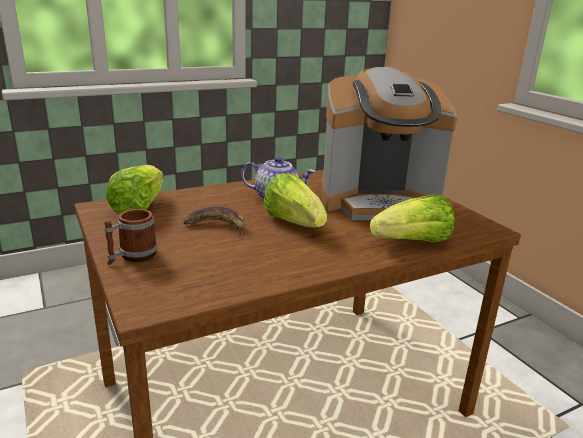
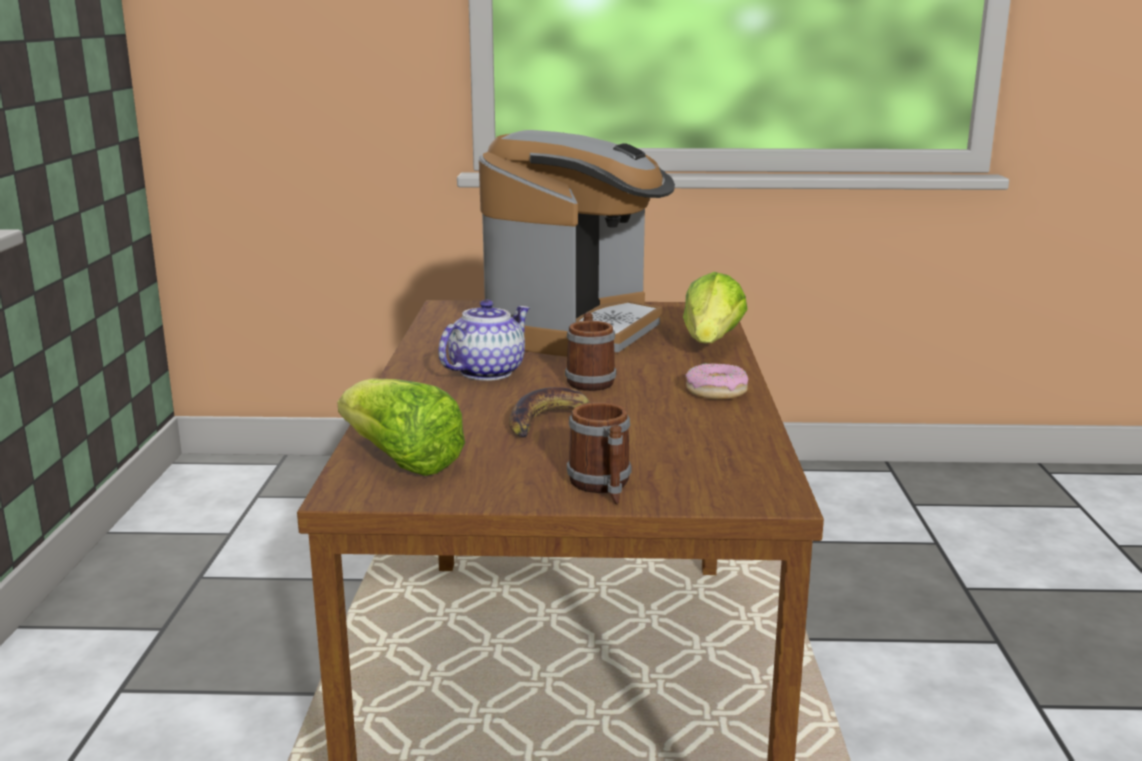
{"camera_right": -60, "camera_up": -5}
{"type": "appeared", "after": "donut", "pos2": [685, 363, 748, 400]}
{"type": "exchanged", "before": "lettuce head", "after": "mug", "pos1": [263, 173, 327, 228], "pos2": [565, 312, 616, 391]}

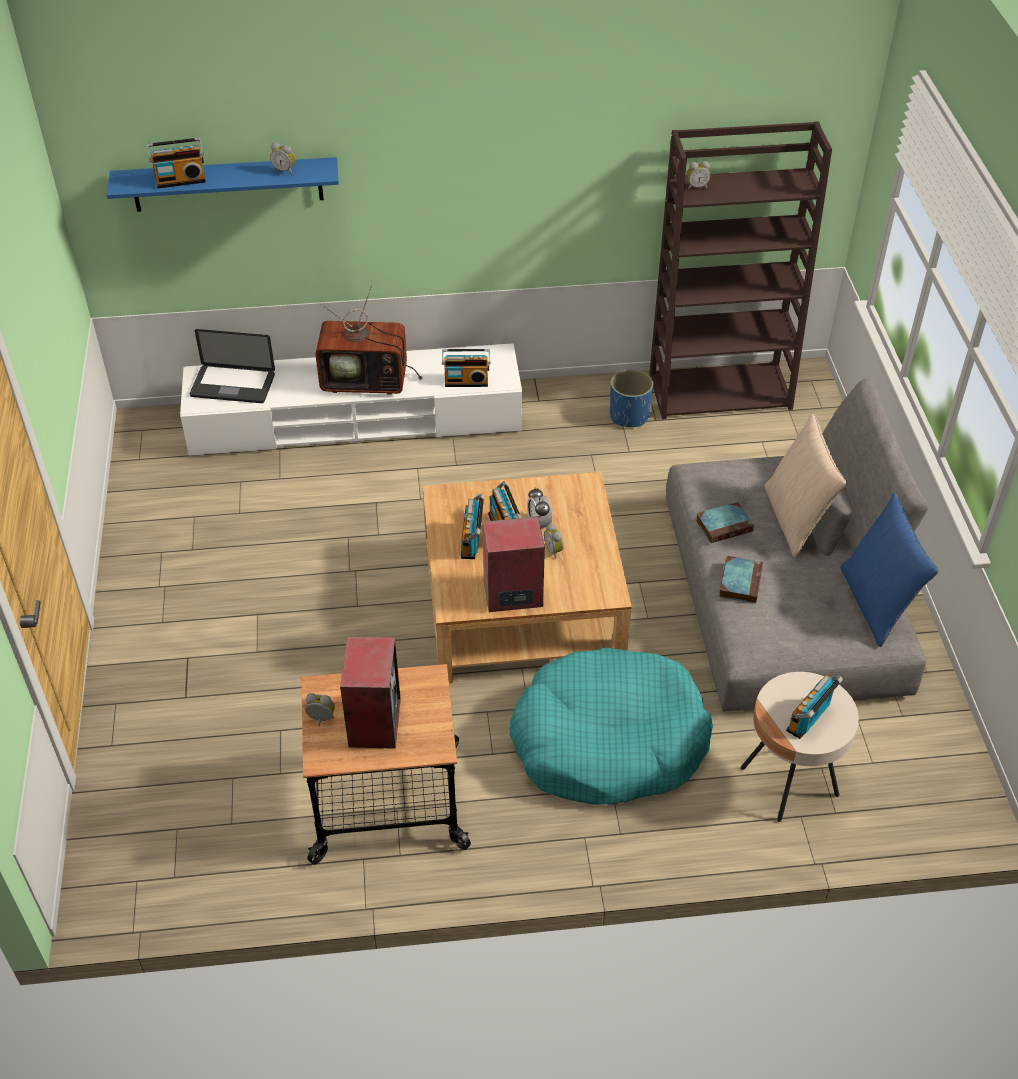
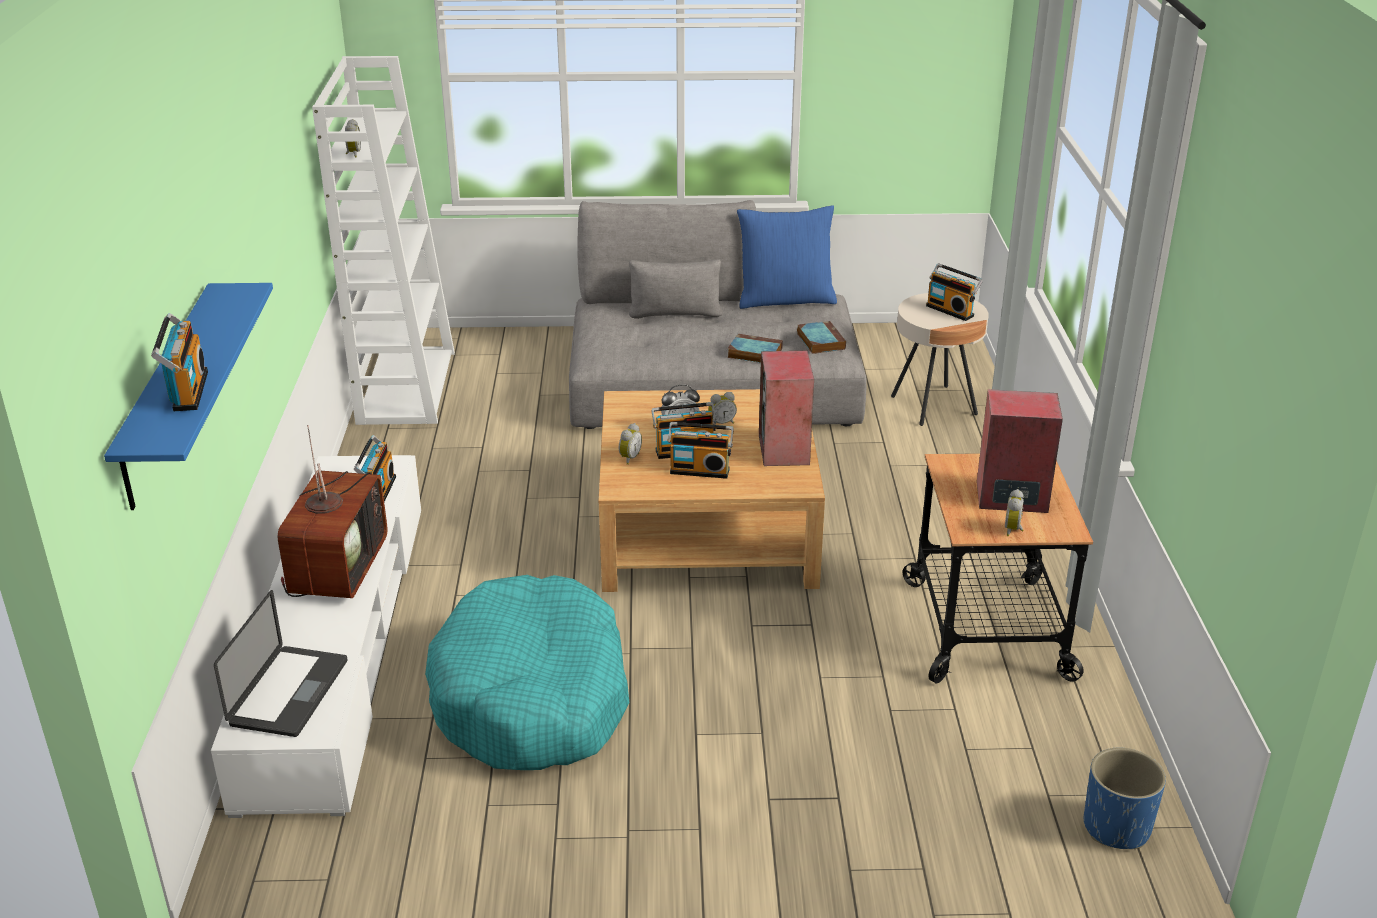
{"camera_right": -85, "camera_up": -15}
{"type": "missing", "before": "sand-coloured cushion", "pos1": [765, 413, 847, 558]}
{"type": "relocated", "before": "bedside clock", "pos1": [270, 142, 295, 174], "pos2": [619, 423, 642, 465]}
{"type": "relocated", "before": "turquoise-coloured dog cushion", "pos1": [510, 647, 713, 805], "pos2": [425, 575, 629, 770]}
{"type": "relocated", "before": "bluish planter", "pos1": [610, 369, 653, 427], "pos2": [1084, 748, 1166, 849]}
{"type": "relocated", "before": "book", "pos1": [696, 502, 754, 543], "pos2": [797, 321, 846, 354]}
{"type": "colour", "before": "brown-coloured shelving unit", "after": "white-coloured shelving unit", "pos1": [649, 121, 832, 420], "pos2": [312, 56, 455, 425]}

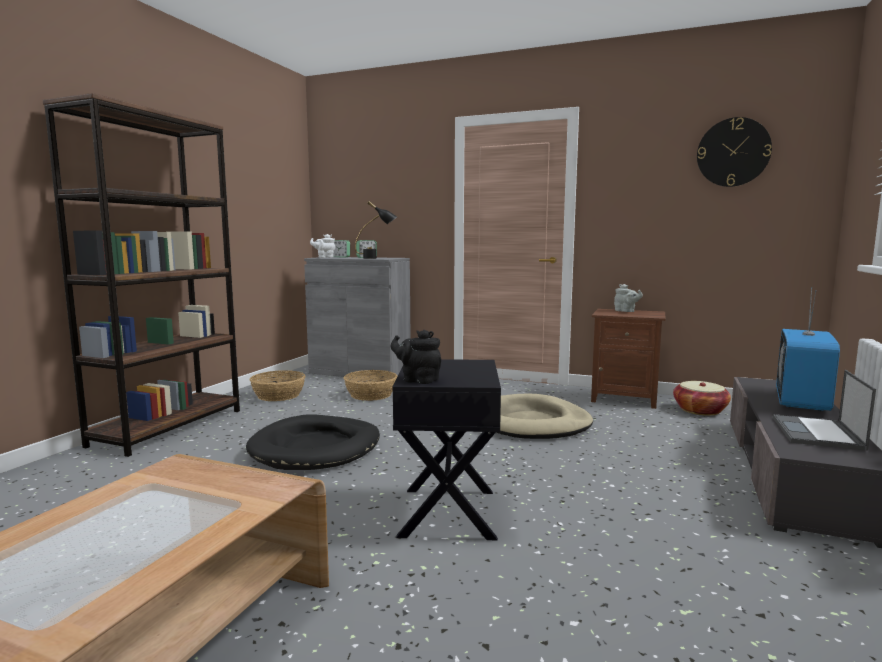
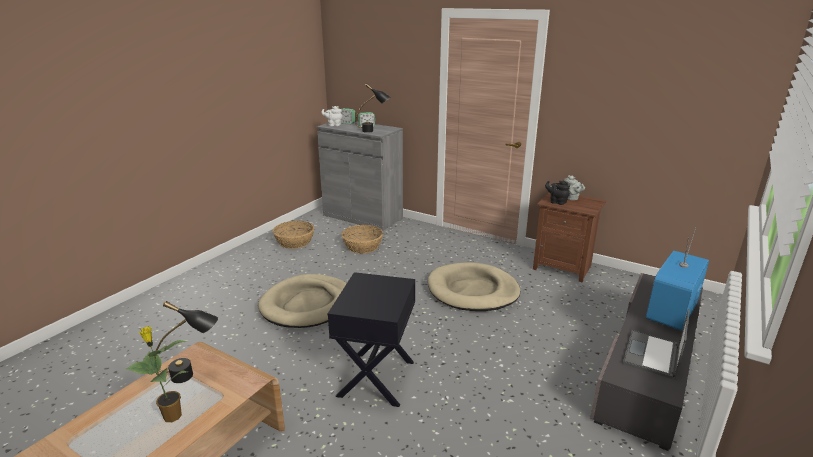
{"camera_right": 10, "camera_up": 15}
{"type": "missing", "before": "brown-coloured shelving unit", "pos1": [43, 93, 240, 457]}
{"type": "missing", "before": "household basket", "pos1": [673, 381, 731, 416]}
{"type": "missing", "before": "hanging clock", "pos1": [697, 117, 772, 187]}
{"type": "appeared", "after": "potted plant", "pos2": [126, 326, 188, 422]}
{"type": "appeared", "after": "black-coloured tabletop lamp", "pos2": [156, 301, 218, 383]}
{"type": "relocated", "before": "black-coloured teapot", "pos1": [391, 330, 441, 384], "pos2": [545, 180, 570, 205]}
{"type": "colour", "before": "black-coloured dog cushion", "after": "sand-coloured dog cushion", "pos1": [246, 414, 380, 470], "pos2": [258, 274, 347, 328]}

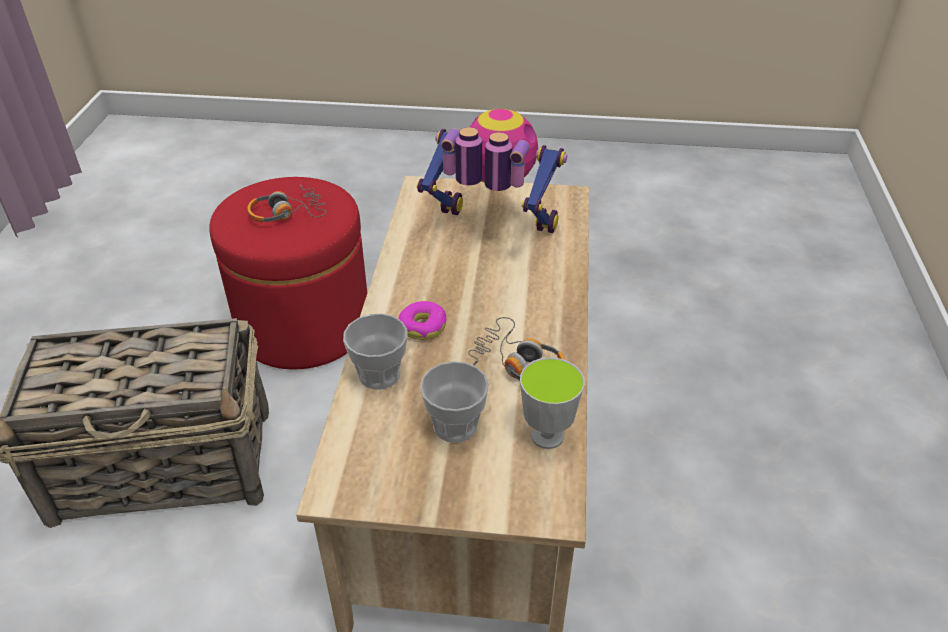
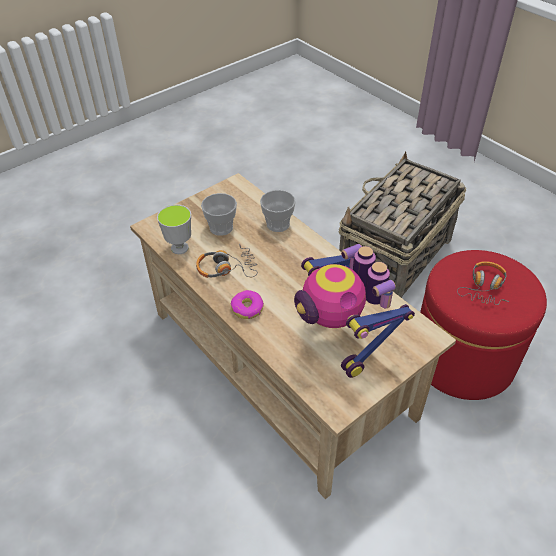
{"camera_right": 135, "camera_up": 5}
{"type": "relocated", "before": "donut", "pos1": [398, 301, 446, 340], "pos2": [231, 290, 264, 319]}
{"type": "spun", "before": "model robot", "pos1": [417, 109, 567, 233], "pos2": [294, 244, 415, 378], "turn": 90}

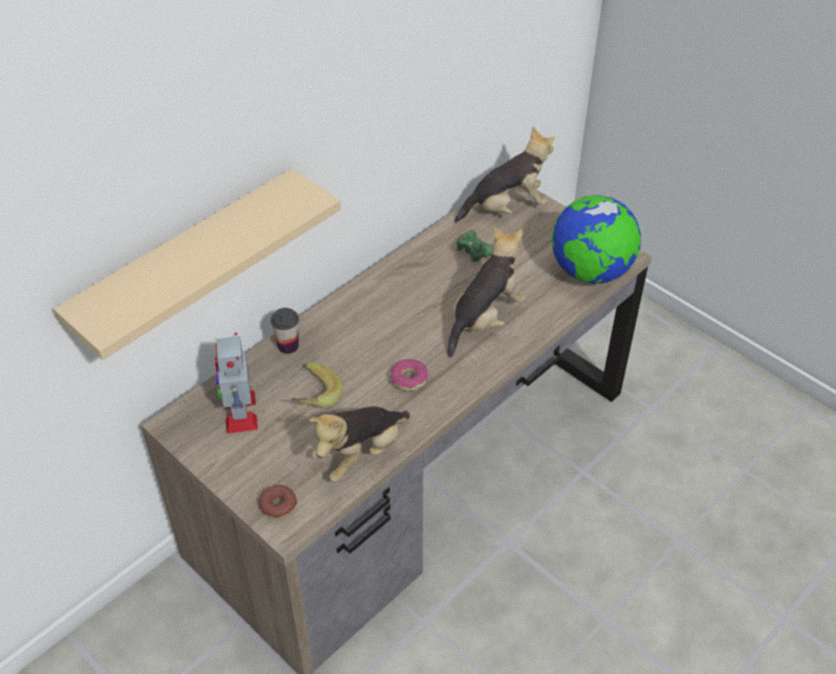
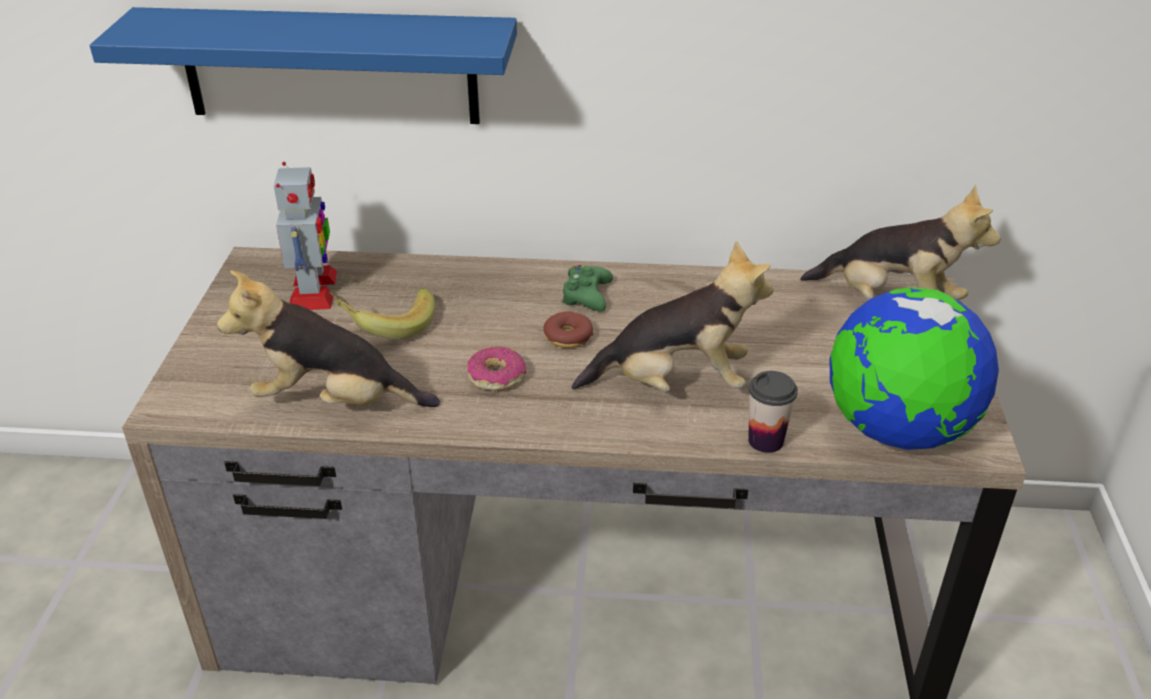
{"camera_right": 50, "camera_up": -10}
{"type": "relocated", "before": "donut", "pos1": [259, 485, 297, 518], "pos2": [543, 311, 593, 348]}
{"type": "relocated", "before": "drinking cup", "pos1": [271, 308, 299, 354], "pos2": [748, 371, 798, 453]}
{"type": "relocated", "before": "green joypad", "pos1": [457, 230, 493, 262], "pos2": [562, 265, 613, 311]}
{"type": "colour", "before": "sand-coloured bracket shelf", "after": "bluish bracket shelf", "pos1": [53, 168, 341, 360], "pos2": [90, 7, 517, 124]}
{"type": "spun", "before": "model robot", "pos1": [215, 332, 258, 434], "pos2": [274, 162, 337, 310], "turn": 135}

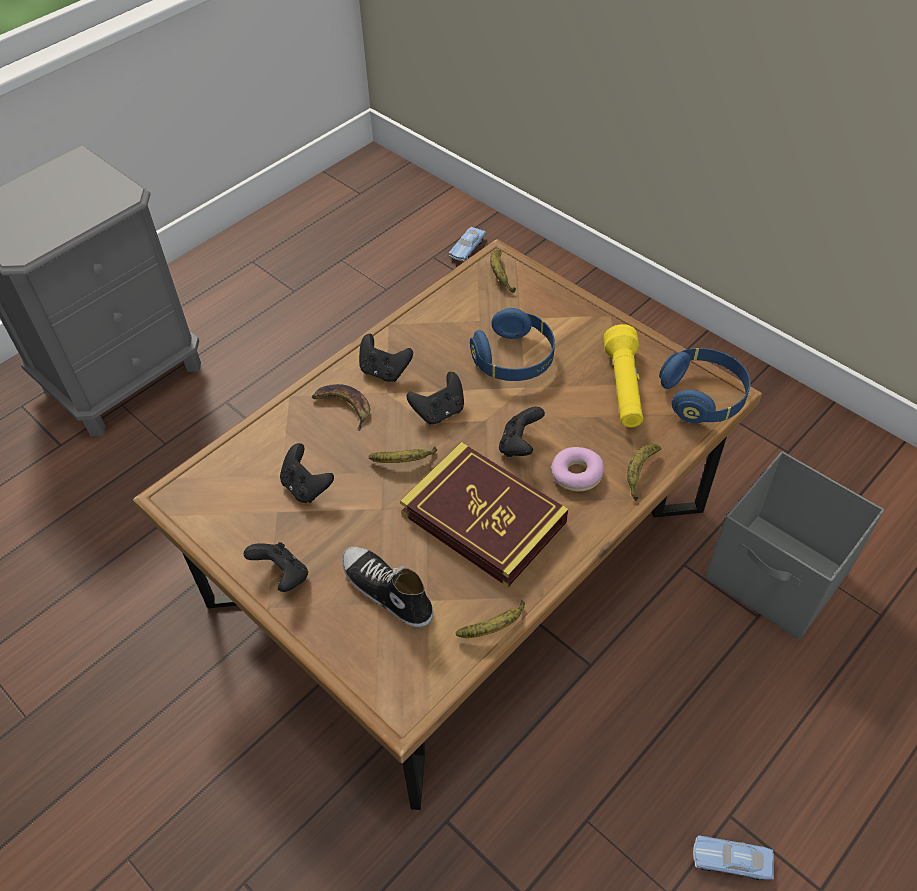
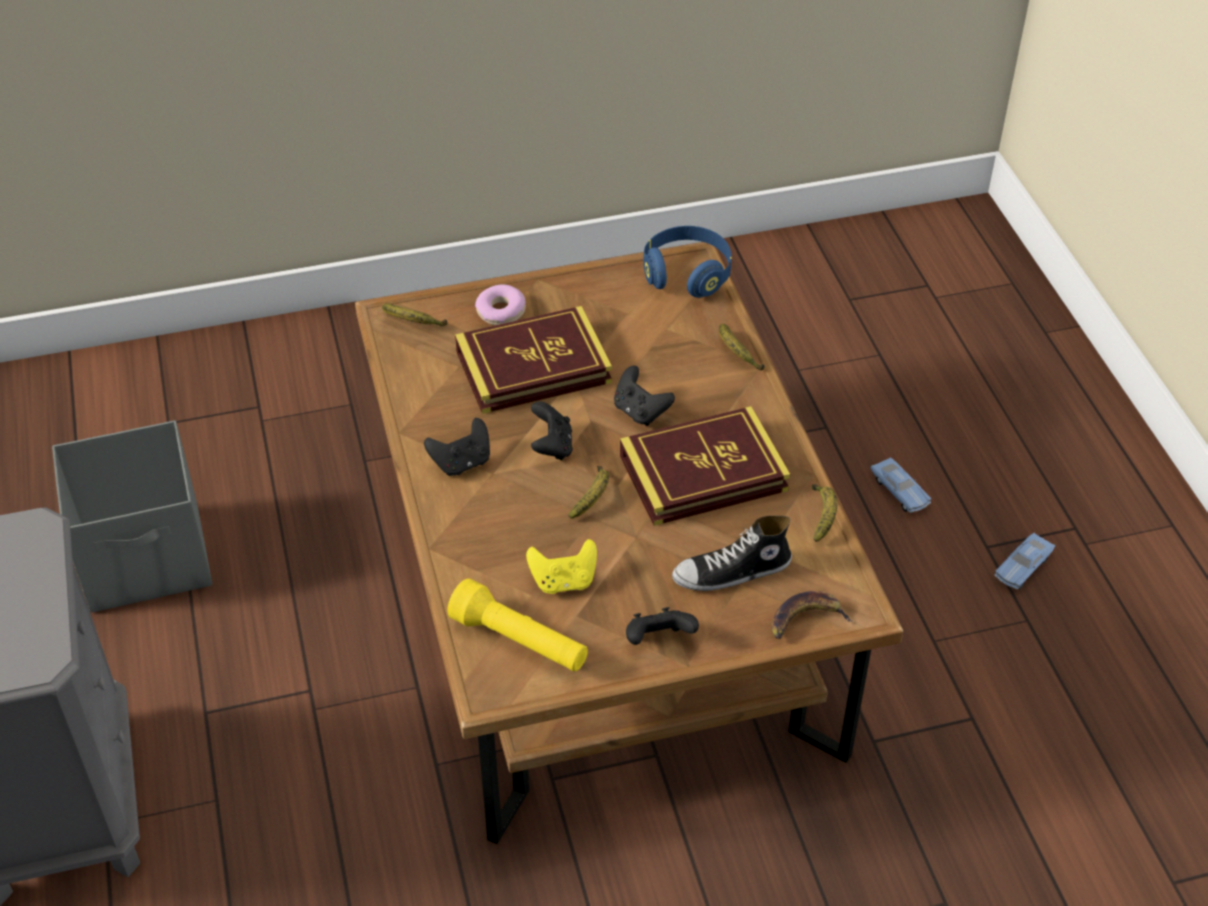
{"camera_right": -60, "camera_up": -5}
{"type": "relocated", "before": "banana fruit", "pos1": [312, 384, 370, 431], "pos2": [771, 591, 852, 639]}
{"type": "relocated", "before": "bluish miniature car", "pos1": [449, 226, 486, 261], "pos2": [870, 457, 931, 513]}
{"type": "relocated", "before": "donut", "pos1": [551, 447, 604, 491], "pos2": [475, 284, 526, 325]}
{"type": "relocated", "before": "yellow hand torch", "pos1": [604, 324, 643, 427], "pos2": [447, 578, 588, 672]}
{"type": "relocated", "before": "greyish storage bin", "pos1": [705, 451, 884, 640], "pos2": [52, 420, 212, 612]}
{"type": "exchanged", "before": "bluish headphones", "after": "book", "pos1": [470, 308, 555, 381], "pos2": [455, 306, 612, 414]}
{"type": "colour", "before": "black-coloured joypad", "after": "yellow joypad", "pos1": [280, 443, 334, 503], "pos2": [526, 539, 597, 594]}

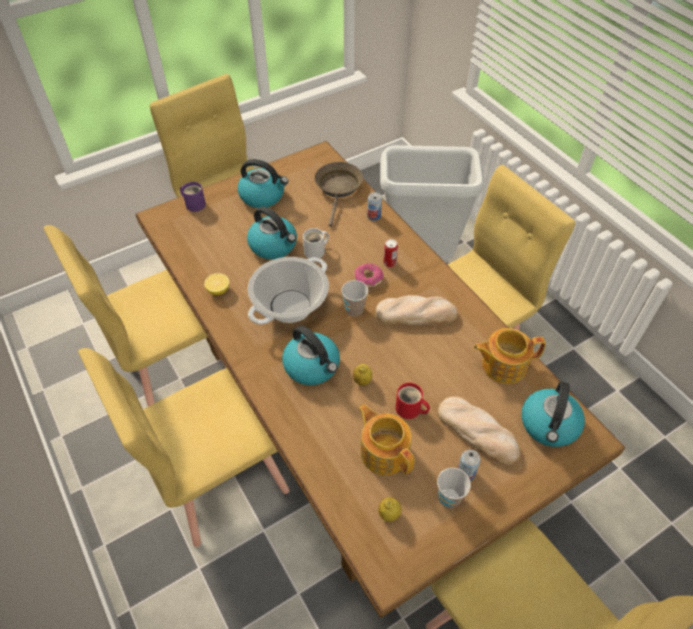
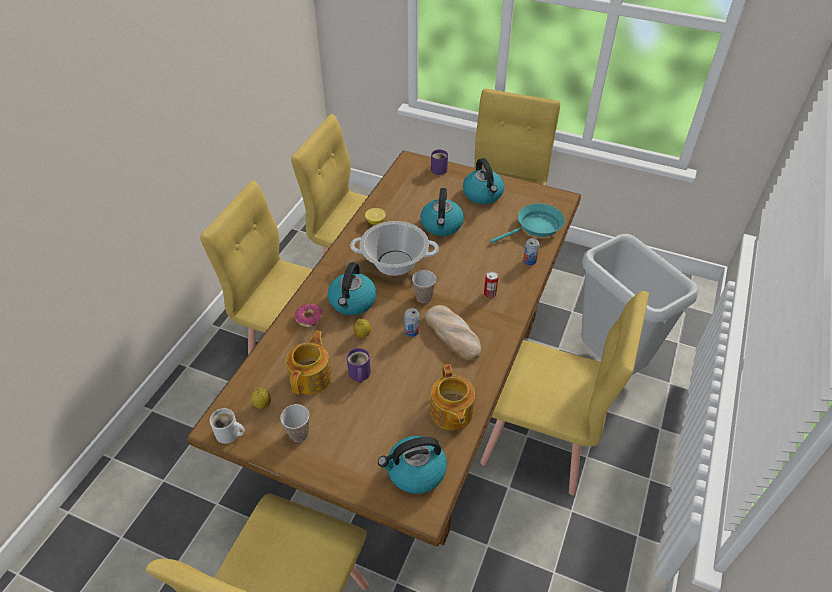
{"camera_right": 55, "camera_up": -5}
{"type": "missing", "before": "bread", "pos1": [438, 396, 520, 466]}
{"type": "relocated", "before": "white-coloured mug", "pos1": [303, 228, 329, 259], "pos2": [210, 408, 245, 444]}
{"type": "relocated", "before": "donut", "pos1": [355, 263, 384, 287], "pos2": [295, 303, 323, 327]}
{"type": "relocated", "before": "metal can", "pos1": [458, 449, 481, 481], "pos2": [404, 308, 419, 337]}
{"type": "colour", "before": "brown-coloured skillet", "after": "turquoise-coloured skillet", "pos1": [315, 162, 363, 227], "pos2": [490, 203, 565, 243]}
{"type": "colour", "before": "red mug", "after": "purple-coloured mug", "pos1": [395, 383, 430, 419], "pos2": [347, 348, 371, 383]}
{"type": "spun", "before": "teapot", "pos1": [473, 328, 546, 384], "pos2": [430, 364, 475, 430], "turn": -150}

